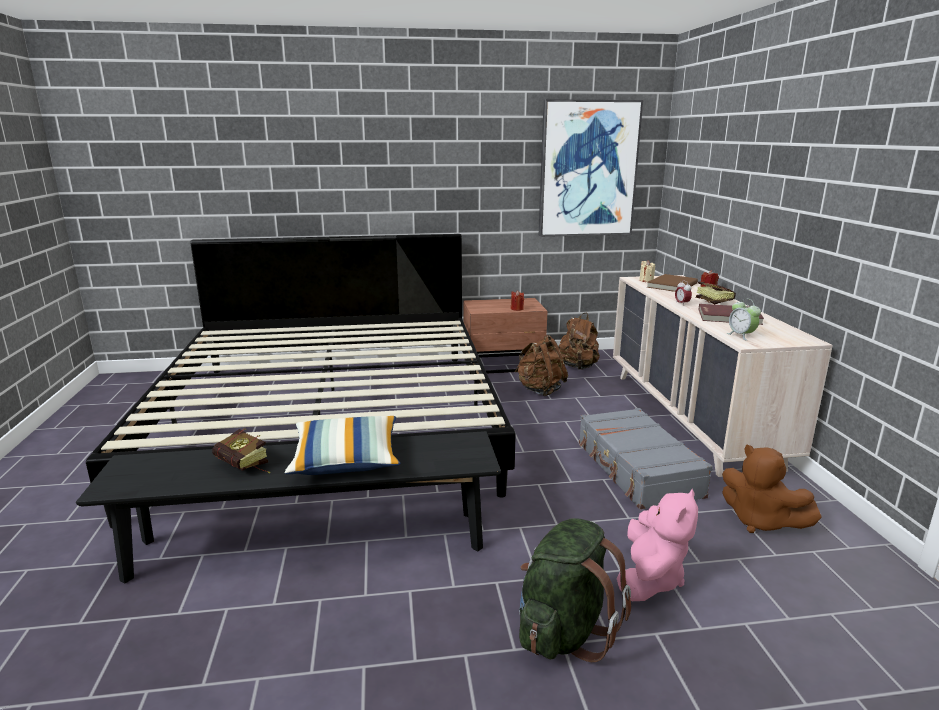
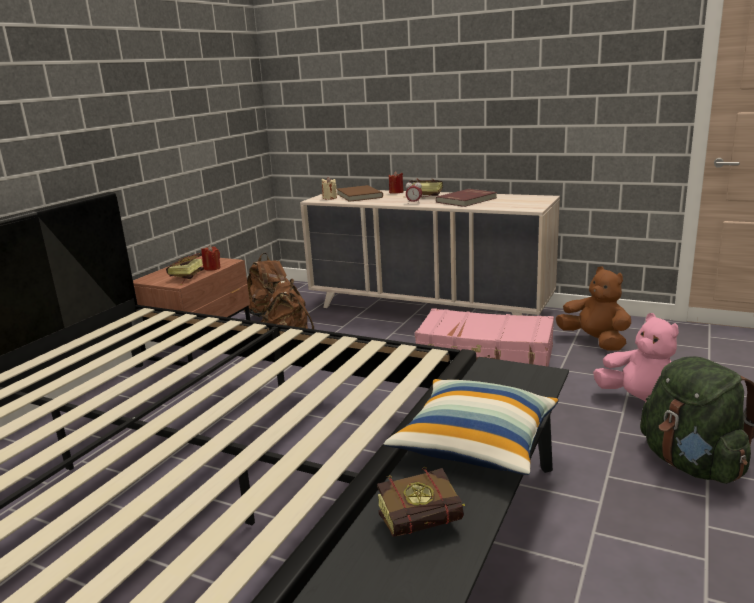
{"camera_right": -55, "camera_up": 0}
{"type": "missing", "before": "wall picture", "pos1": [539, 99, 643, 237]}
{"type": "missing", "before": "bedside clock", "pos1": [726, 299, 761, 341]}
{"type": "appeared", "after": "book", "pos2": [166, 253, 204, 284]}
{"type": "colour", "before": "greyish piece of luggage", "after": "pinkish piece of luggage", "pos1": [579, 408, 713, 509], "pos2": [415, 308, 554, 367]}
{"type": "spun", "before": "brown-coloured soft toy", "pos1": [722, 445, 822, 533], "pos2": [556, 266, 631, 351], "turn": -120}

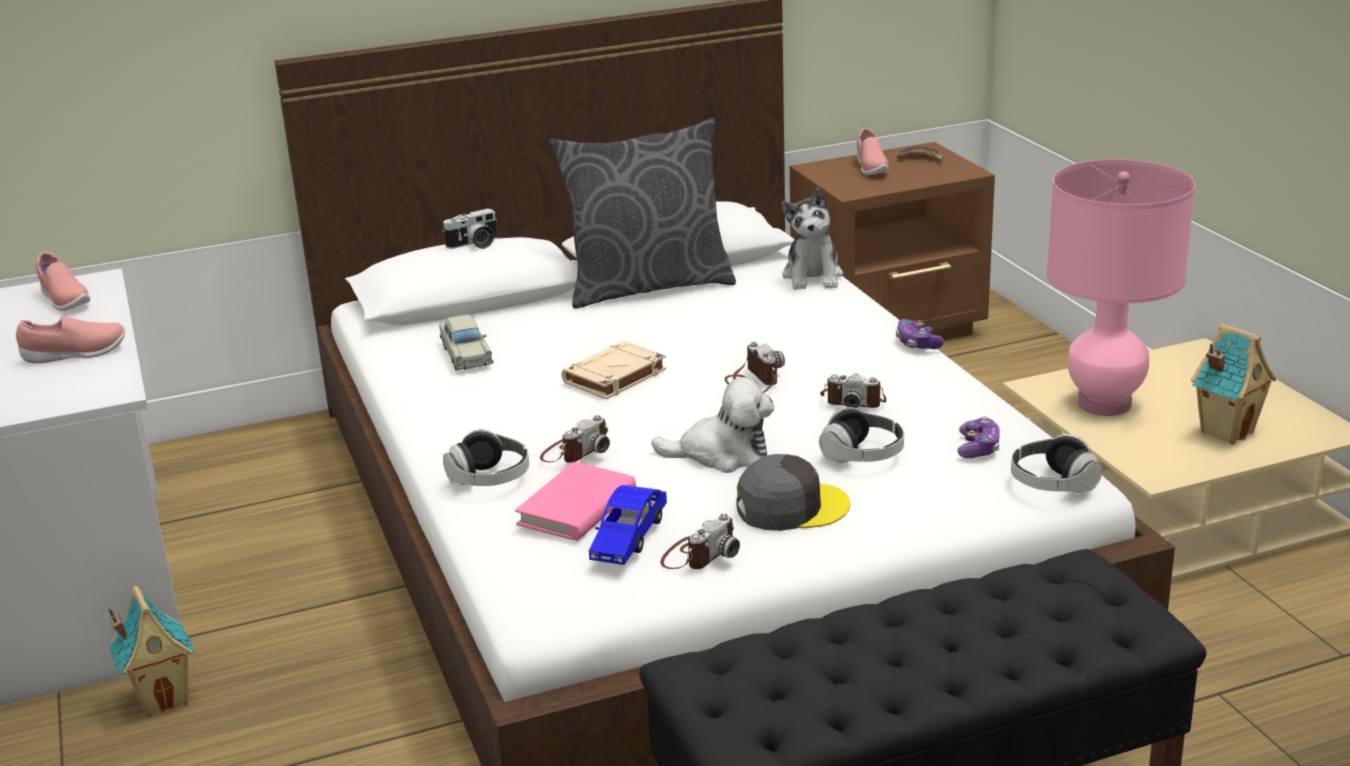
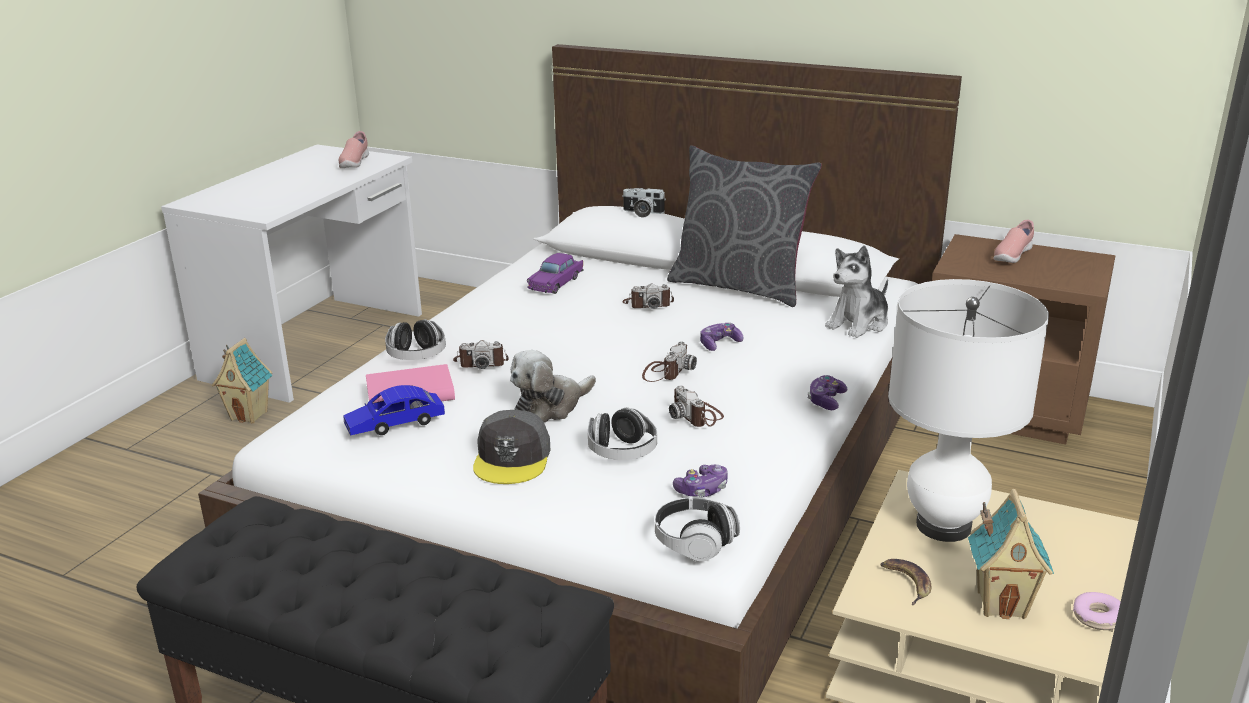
{"camera_right": 45, "camera_up": 0}
{"type": "missing", "before": "pinkish item of footwear", "pos1": [16, 316, 125, 364]}
{"type": "missing", "before": "sand-coloured book", "pos1": [561, 341, 666, 400]}
{"type": "appeared", "after": "joypad", "pos2": [700, 323, 743, 351]}
{"type": "appeared", "after": "donut", "pos2": [1073, 592, 1121, 630]}
{"type": "relocated", "before": "photo camera", "pos1": [660, 513, 740, 569], "pos2": [622, 283, 674, 309]}
{"type": "relocated", "before": "banana fruit", "pos1": [897, 147, 943, 165], "pos2": [880, 559, 931, 605]}
{"type": "colour", "before": "sand-coloured miniature car", "after": "purple-coloured miniature car", "pos1": [439, 315, 493, 371], "pos2": [527, 253, 584, 294]}
{"type": "colour", "before": "pinkish tabletop lamp", "after": "white-coloured tabletop lamp", "pos1": [1047, 159, 1195, 416], "pos2": [888, 279, 1049, 542]}
{"type": "spun", "before": "soft toy", "pos1": [651, 377, 775, 473], "pos2": [510, 350, 596, 422], "turn": 90}
{"type": "spun", "before": "greyish baseball cap", "pos1": [737, 454, 850, 531], "pos2": [473, 410, 550, 484], "turn": 60}

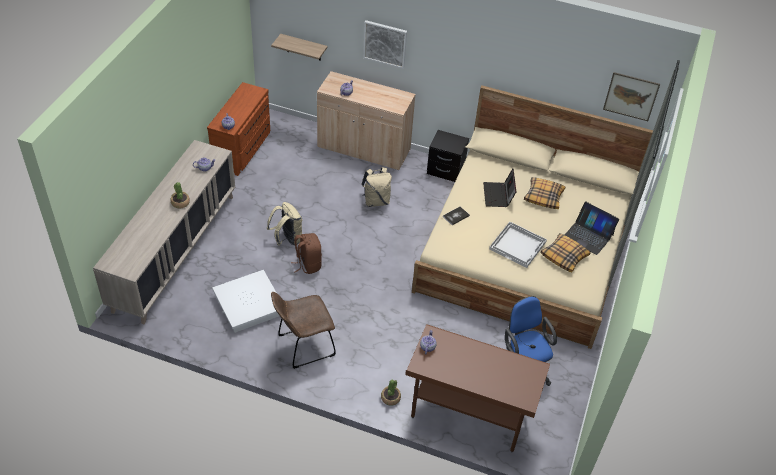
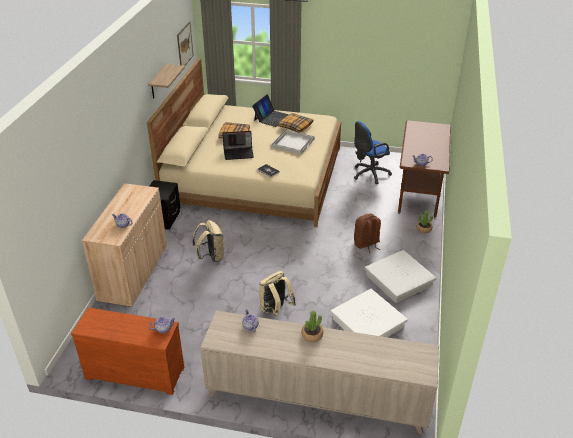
{"camera_right": -95, "camera_up": -10}
{"type": "missing", "before": "wall picture", "pos1": [363, 20, 407, 69]}
{"type": "relocated", "before": "bracket shelf", "pos1": [271, 34, 328, 61], "pos2": [148, 64, 185, 99]}
{"type": "relocated", "before": "brown-coloured knapsack", "pos1": [291, 233, 322, 274], "pos2": [354, 213, 381, 253]}
{"type": "exchanged", "before": "brown-coloured chair", "after": "white-coloured storage bin", "pos1": [271, 292, 336, 369], "pos2": [365, 250, 436, 303]}

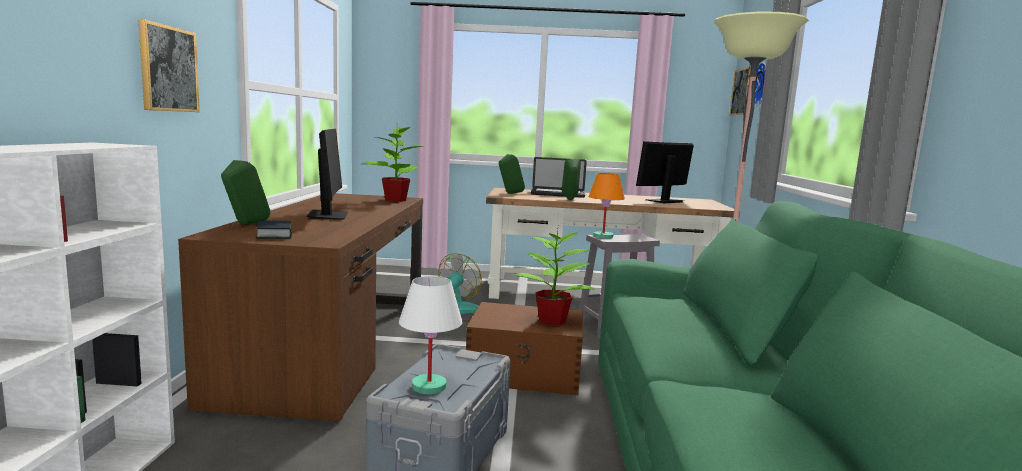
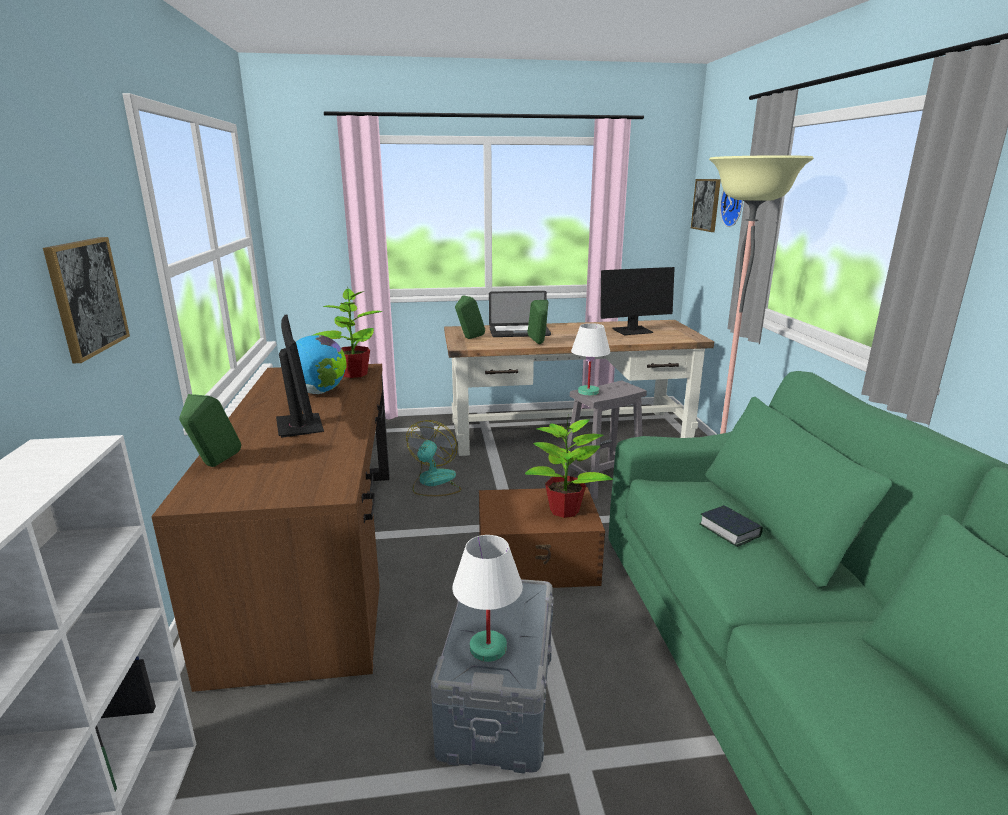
{"camera_right": -10, "camera_up": 10}
{"type": "appeared", "after": "desk globe", "pos2": [296, 335, 347, 394]}
{"type": "relocated", "before": "book", "pos1": [256, 221, 292, 239], "pos2": [699, 505, 763, 547]}
{"type": "colour", "before": "orangey tabletop lamp", "after": "white-coloured tabletop lamp", "pos1": [588, 173, 625, 238], "pos2": [571, 323, 610, 396]}
{"type": "spun", "before": "computer screen", "pos1": [636, 141, 694, 203], "pos2": [600, 267, 675, 335], "turn": -150}

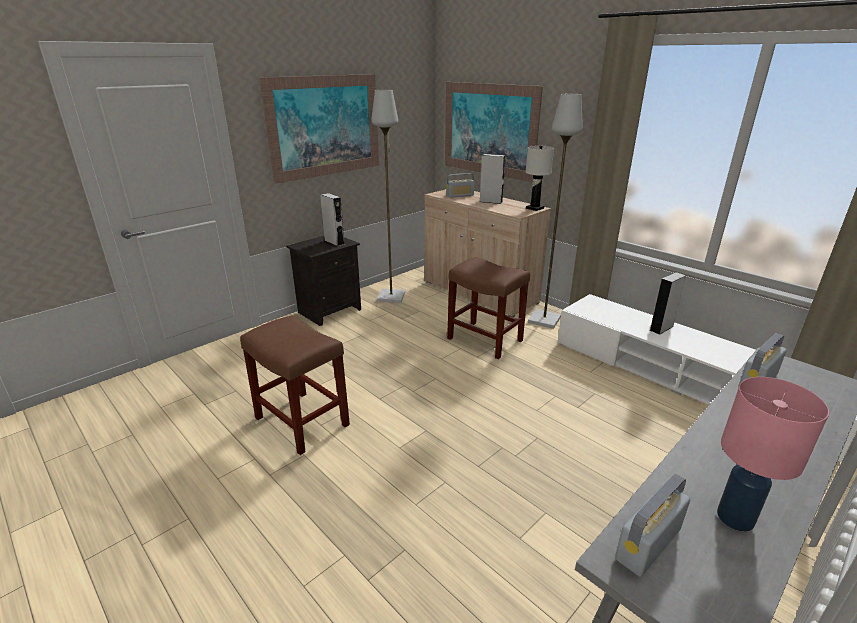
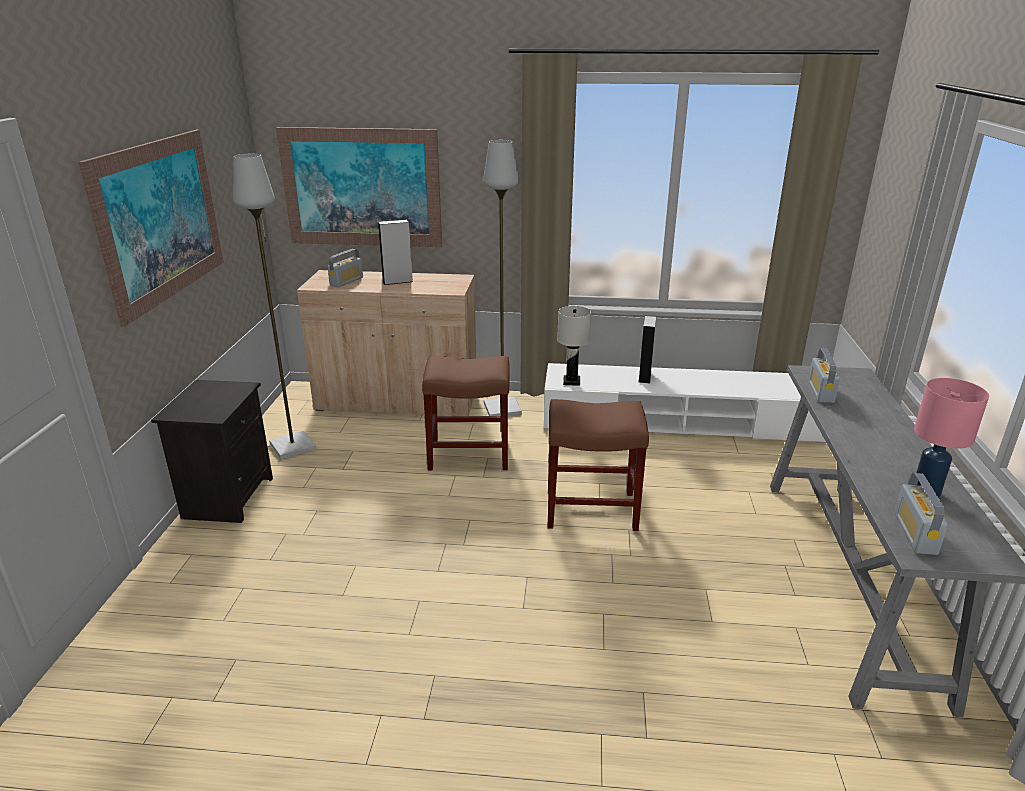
{"camera_right": -40, "camera_up": 0}
{"type": "missing", "before": "greyish loudspeaker", "pos1": [320, 193, 344, 246]}
{"type": "relocated", "before": "brown-coloured stool", "pos1": [240, 315, 350, 455], "pos2": [548, 399, 649, 531]}
{"type": "relocated", "before": "white-coloured tabletop lamp", "pos1": [525, 146, 554, 211], "pos2": [557, 306, 591, 386]}

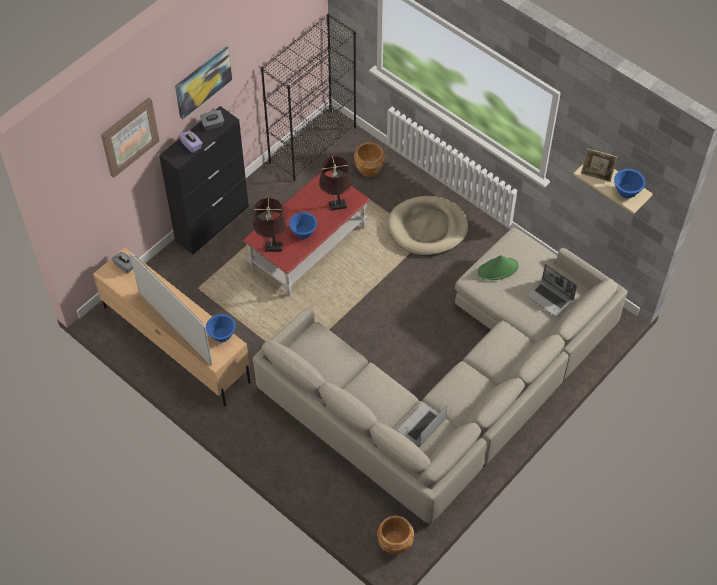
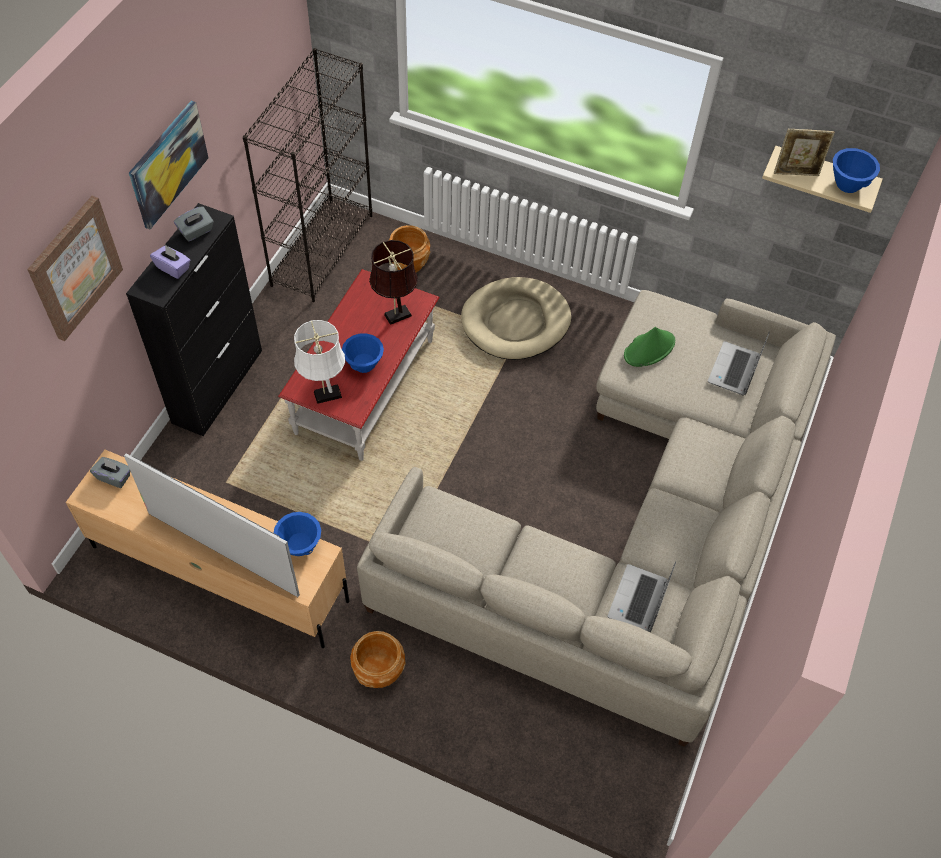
{"camera_right": -20, "camera_up": 0}
{"type": "relocated", "before": "brown-coloured planter", "pos1": [377, 516, 414, 554], "pos2": [350, 631, 406, 688]}
{"type": "colour", "before": "brown-coloured tabletop lamp", "after": "white-coloured tabletop lamp", "pos1": [253, 198, 286, 251], "pos2": [294, 320, 345, 404]}
{"type": "spun", "before": "notebook computer", "pos1": [526, 264, 577, 317], "pos2": [708, 333, 769, 395], "turn": 90}

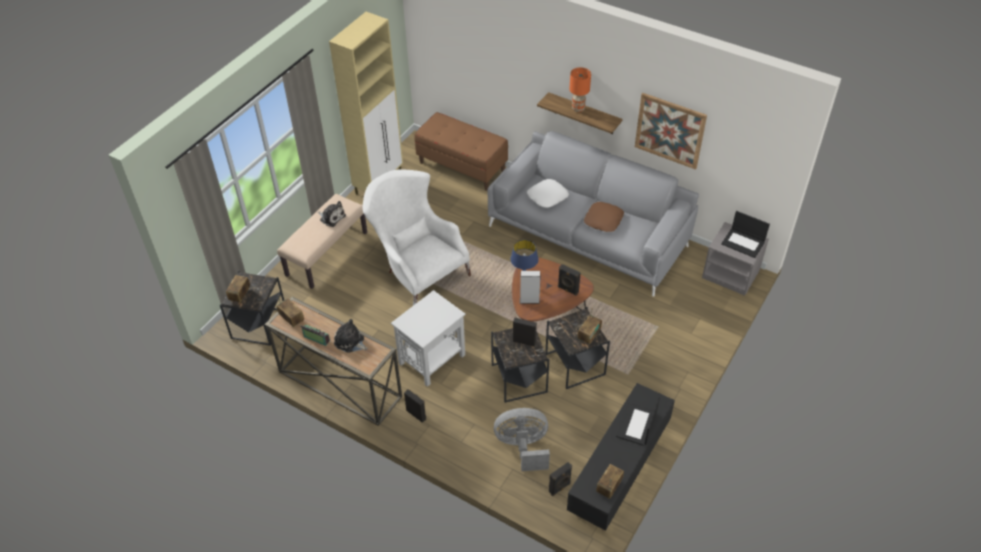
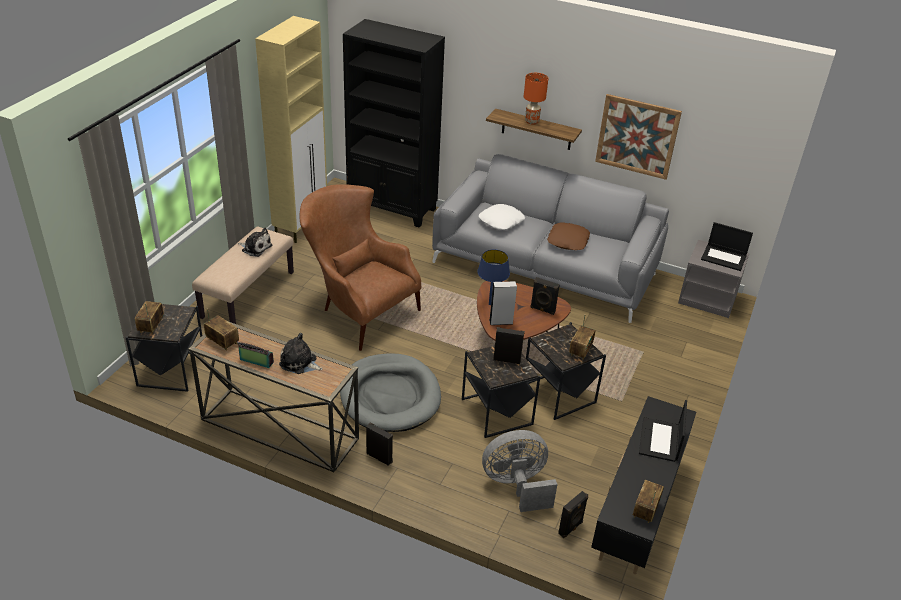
{"camera_right": -10, "camera_up": -10}
{"type": "exchanged", "before": "white-coloured side table", "after": "greyish dog cushion", "pos1": [391, 290, 466, 387], "pos2": [340, 353, 441, 432]}
{"type": "exchanged", "before": "brown-coloured long seat", "after": "black-coloured shelving unit", "pos1": [414, 112, 508, 190], "pos2": [343, 19, 445, 227]}
{"type": "colour", "before": "white-coloured lounge chair", "after": "brown-coloured lounge chair", "pos1": [363, 169, 471, 305], "pos2": [300, 184, 421, 351]}

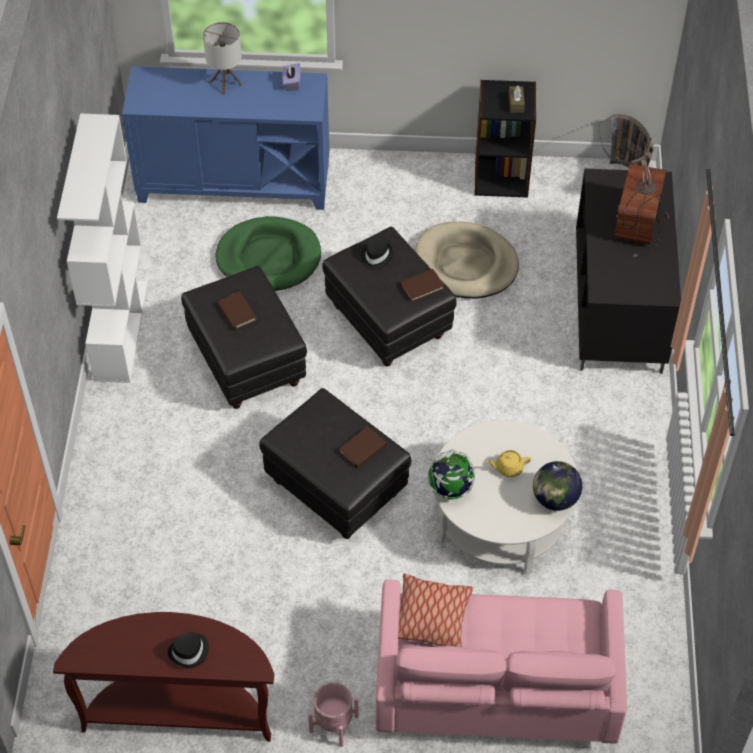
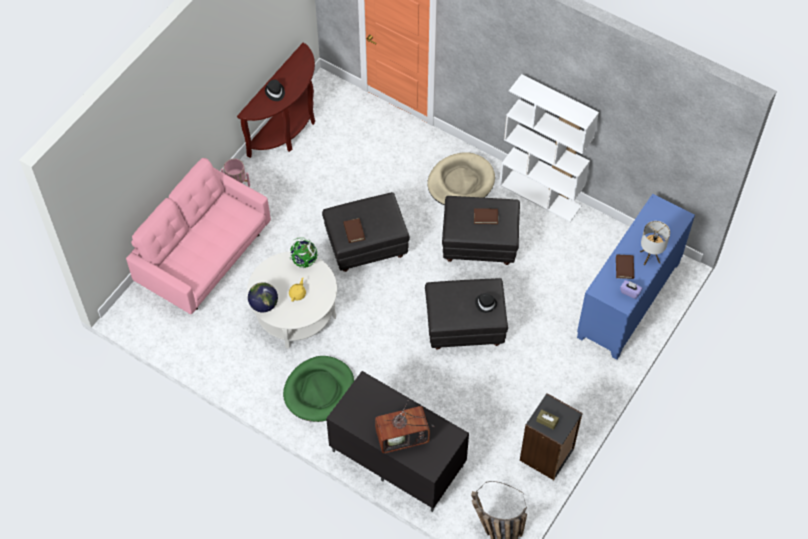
{"camera_right": 120, "camera_up": 5}
{"type": "missing", "before": "cushion", "pos1": [398, 574, 473, 647]}
{"type": "relocated", "before": "green dog cushion", "pos1": [216, 216, 321, 291], "pos2": [283, 356, 354, 422]}
{"type": "relocated", "before": "brown-coloured book", "pos1": [400, 269, 445, 302], "pos2": [616, 254, 634, 279]}
{"type": "relocated", "before": "sand-coloured dog cushion", "pos1": [415, 222, 519, 299], "pos2": [427, 152, 495, 205]}
{"type": "spun", "before": "TV set", "pos1": [614, 142, 669, 257], "pos2": [375, 401, 434, 453], "turn": 120}

